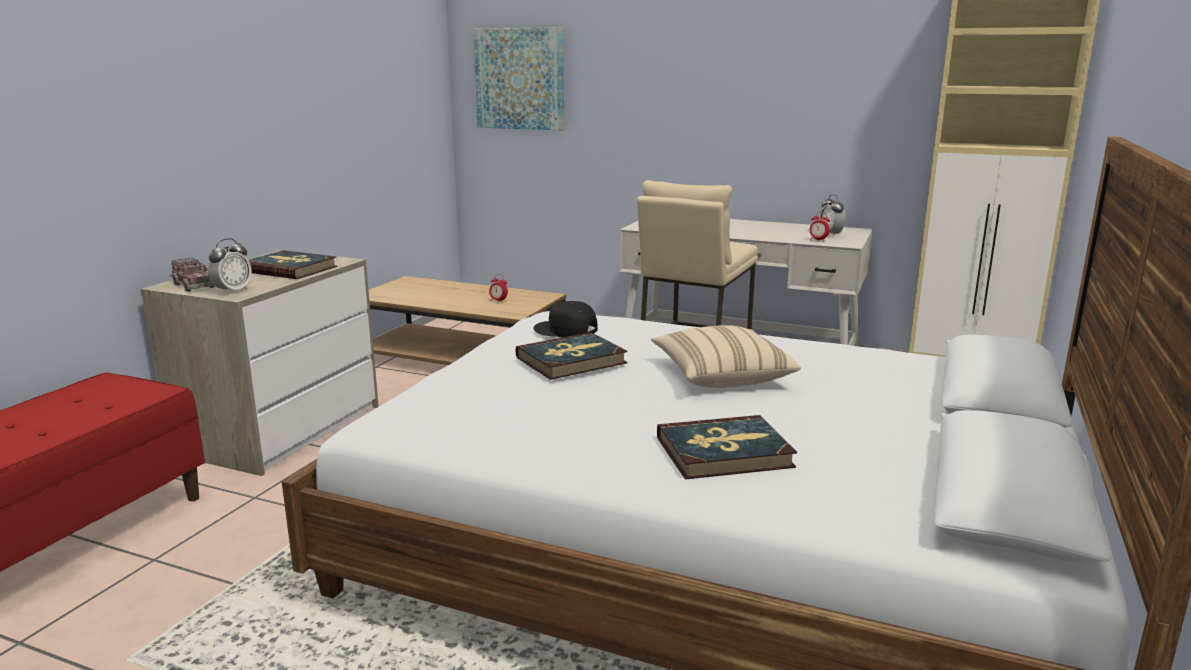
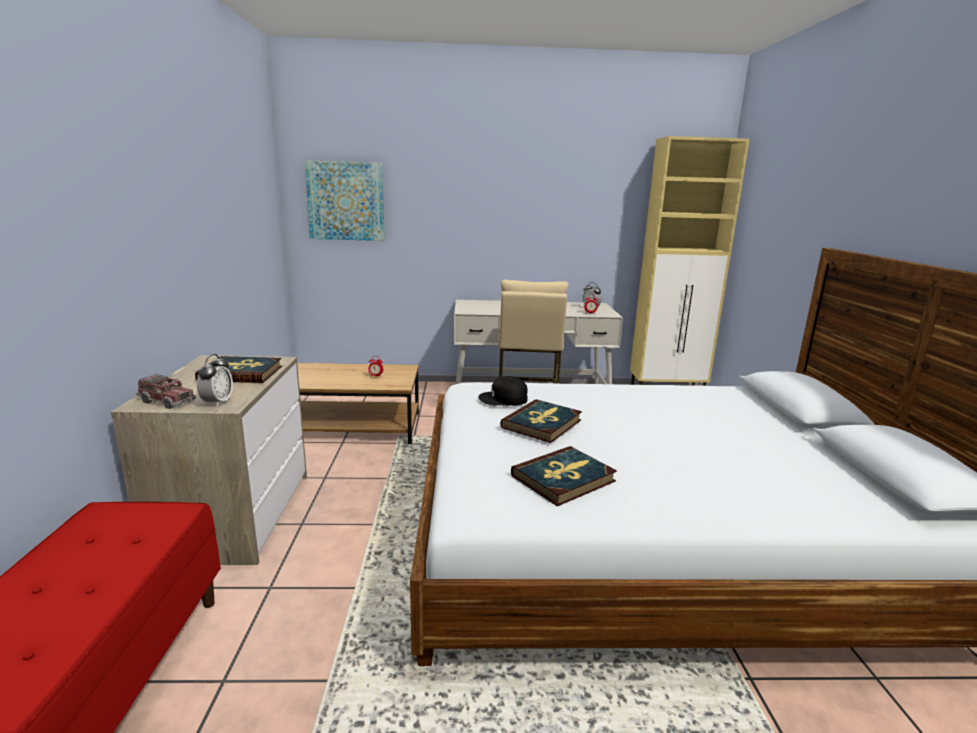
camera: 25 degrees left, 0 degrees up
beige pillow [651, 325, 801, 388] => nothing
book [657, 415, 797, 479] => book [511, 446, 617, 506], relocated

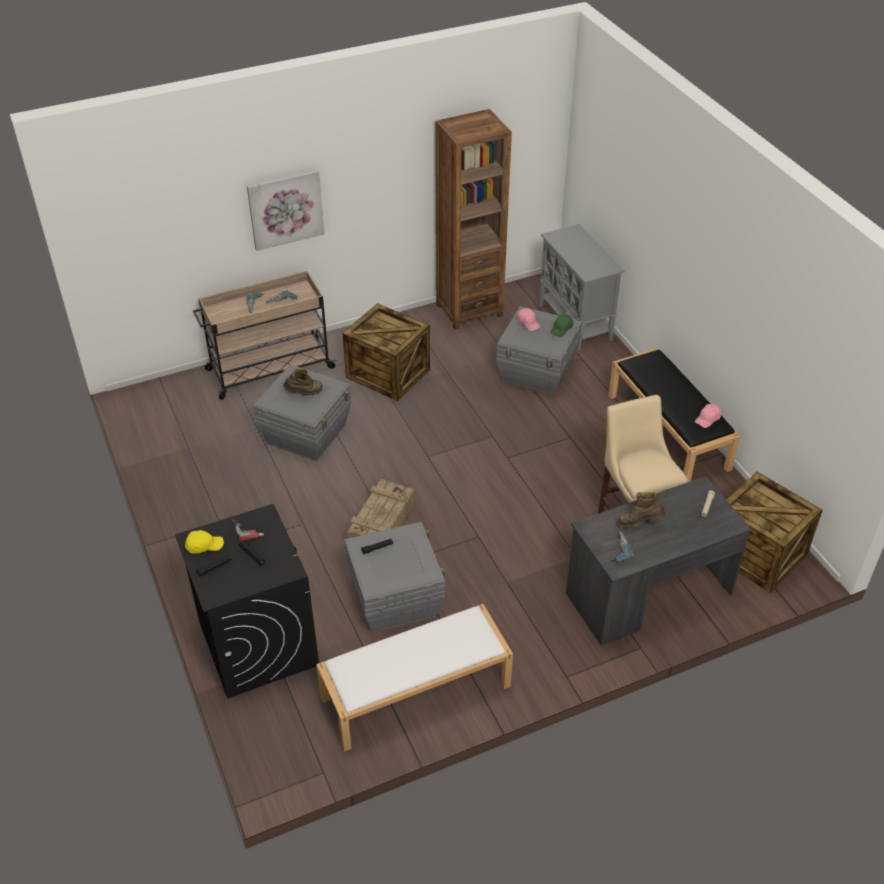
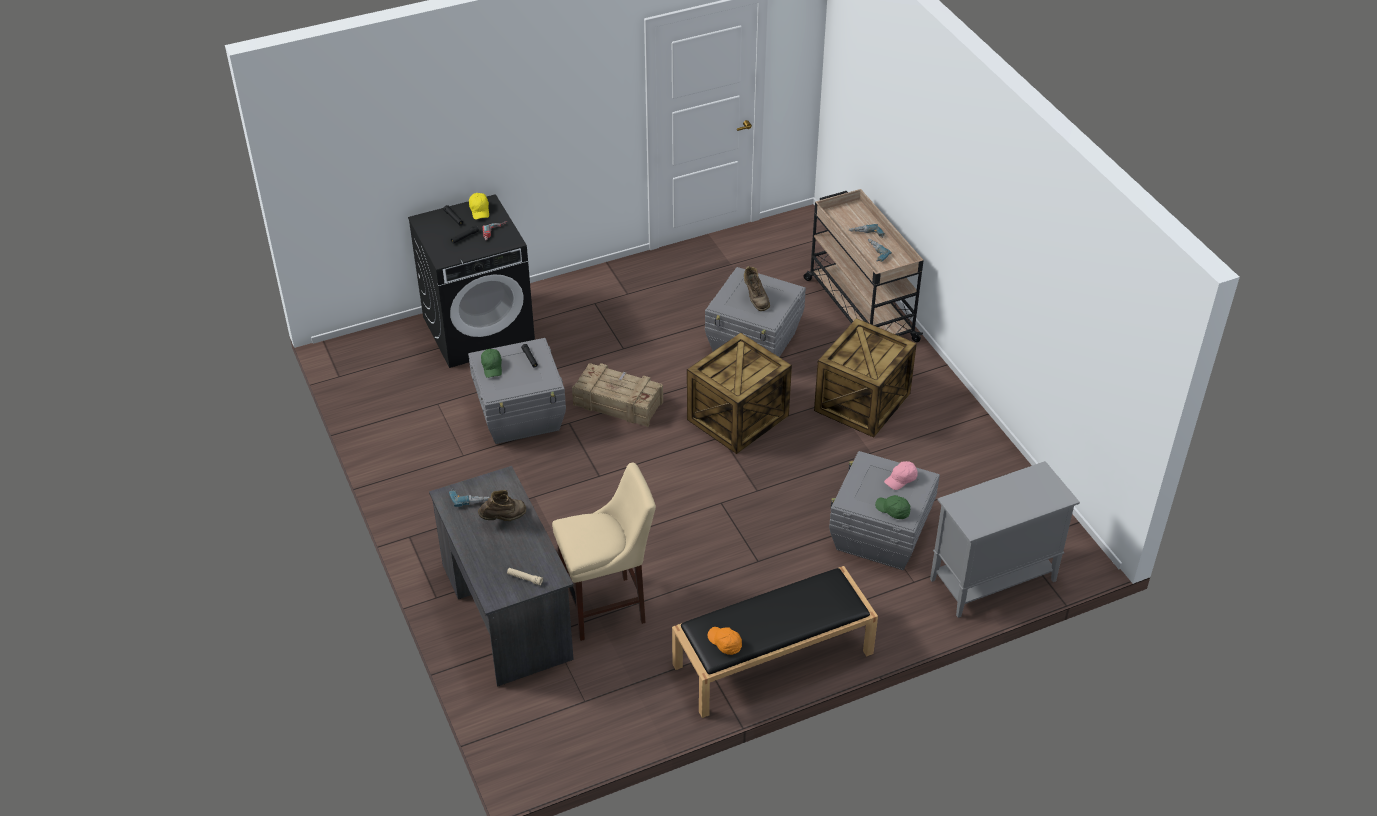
camera: 90 degrees right, 0 degrees up
brown bookcase [435, 109, 512, 330] => nothing
picture [247, 170, 324, 251] => nothing
pink cap [694, 404, 722, 428] => orange cap [708, 627, 742, 655]
crate [726, 472, 823, 592] => crate [687, 333, 792, 454], relocated
brown boot [617, 492, 665, 528] => brown boot [478, 490, 527, 521], 60 degrees clockwise
white bench [316, 604, 513, 752] => nothing
nothing => green cap [481, 349, 502, 378]

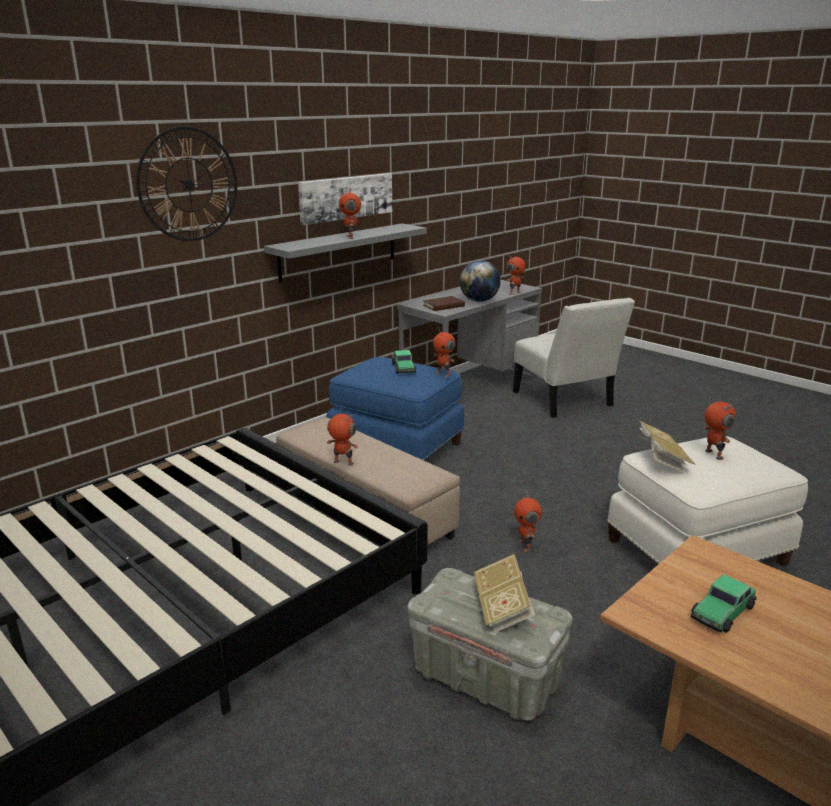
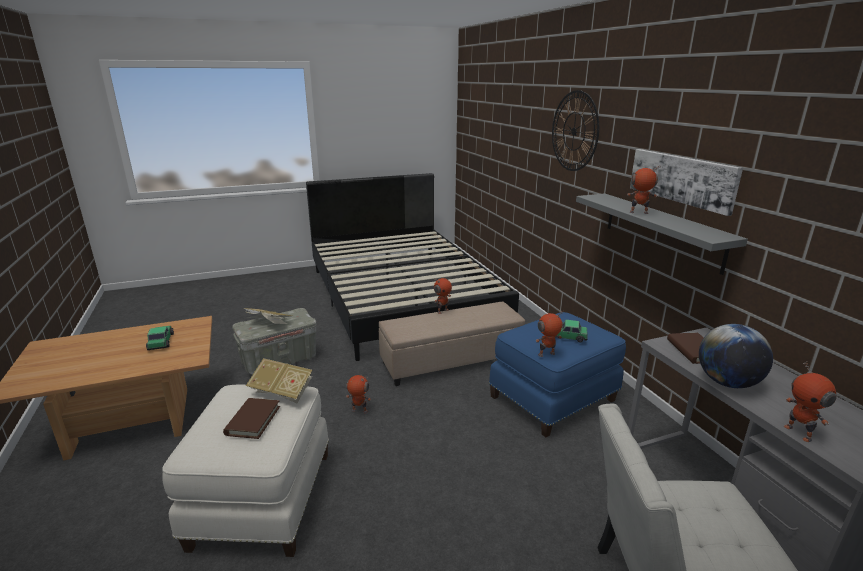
camera: 115 degrees right, 0 degrees up
toy robot [704, 402, 736, 460] => brown book [223, 398, 280, 439]

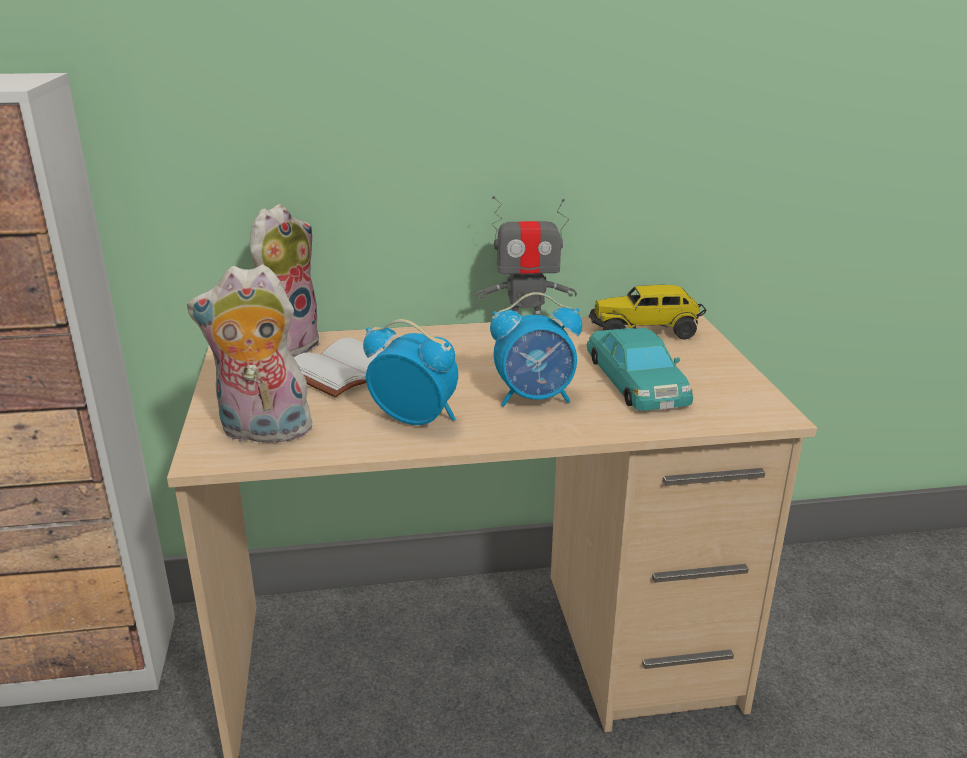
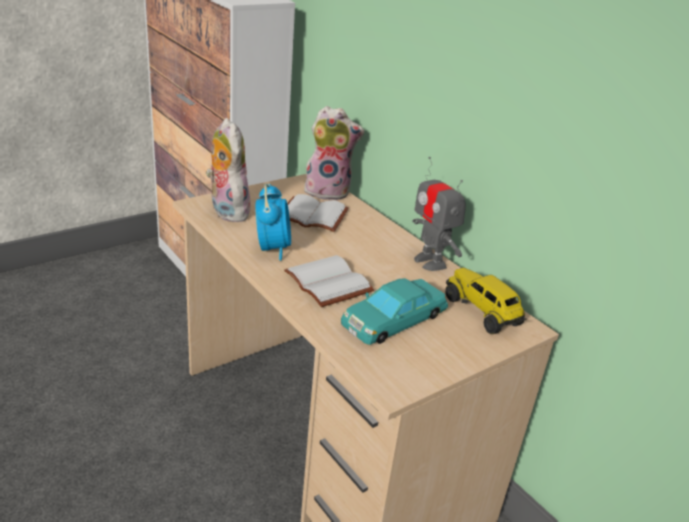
camera: 60 degrees right, 5 degrees up
alarm clock [490, 292, 582, 407] => white book [284, 255, 374, 307]

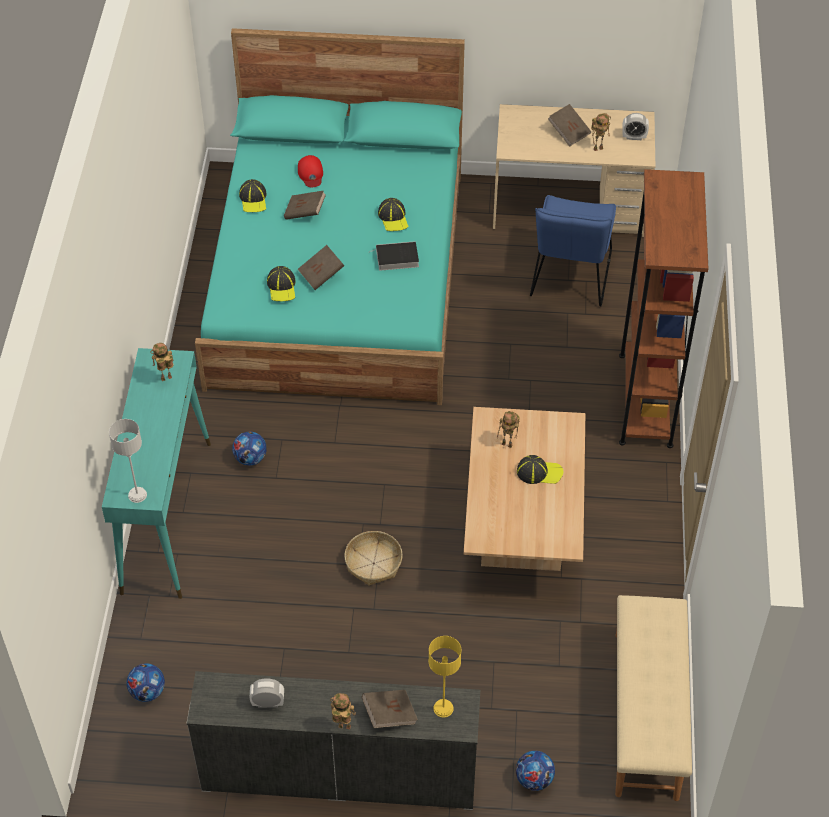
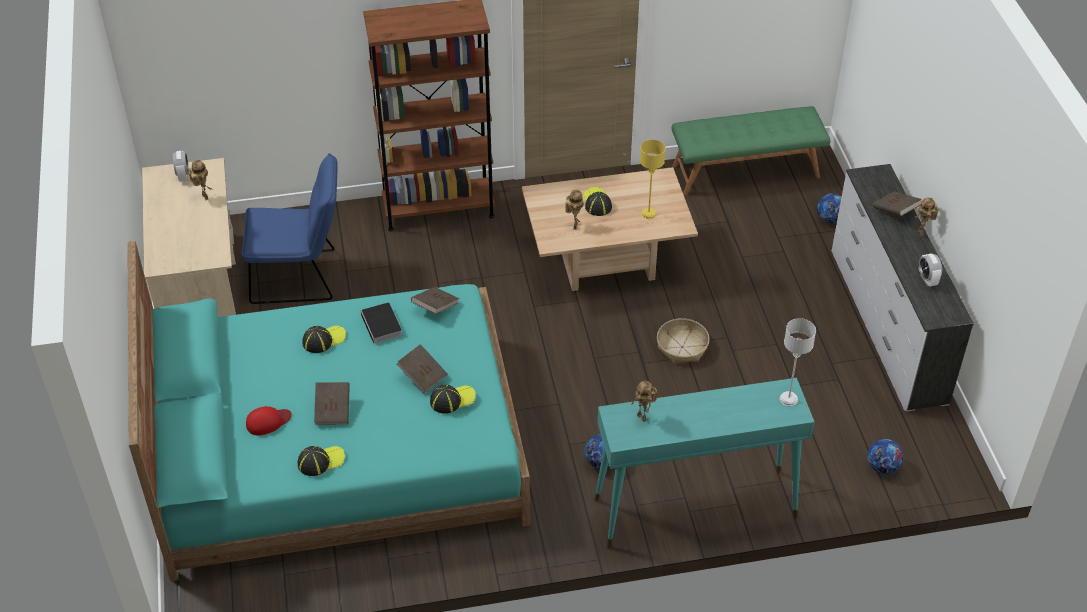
camera: 105 degrees left, 5 degrees down
brown book [548, 104, 591, 147] => brown book [411, 287, 459, 314], relocated
beige bench [615, 595, 692, 801] => green bench [672, 106, 831, 195]
yellow table lamp [429, 636, 461, 718] => yellow table lamp [640, 140, 666, 219], relocated

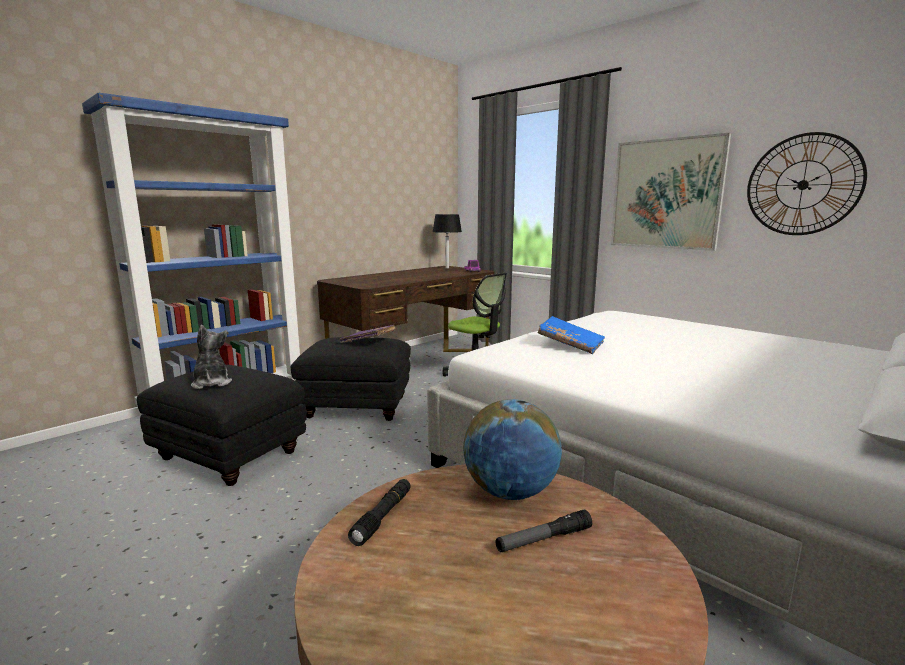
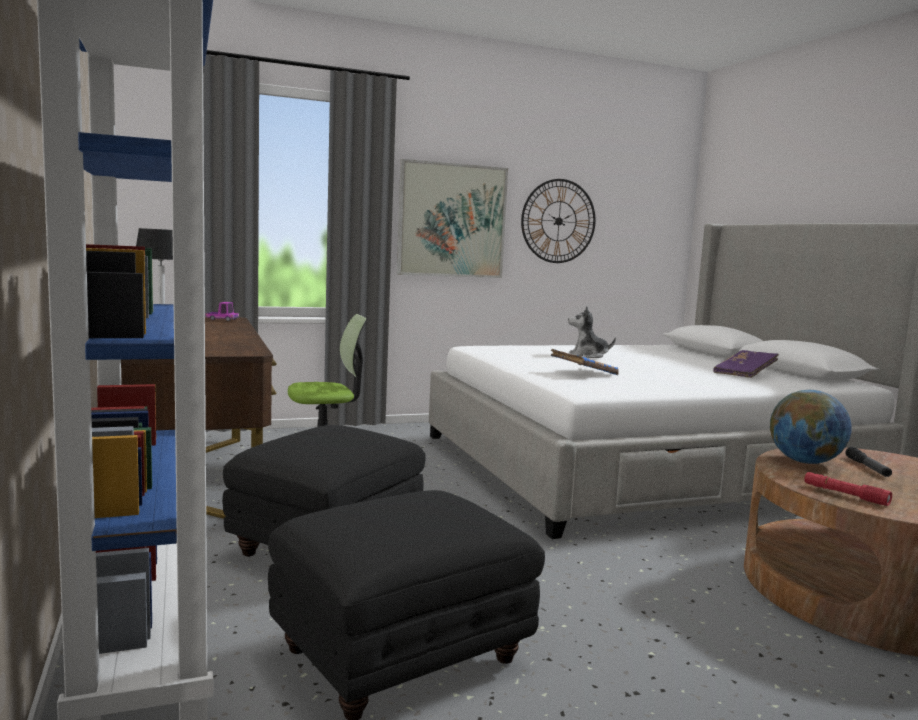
camera: 65 degrees left, 5 degrees down
plush toy [191, 325, 232, 389] => plush toy [568, 306, 616, 358], relocated
purple book [340, 325, 396, 343] => purple book [713, 350, 779, 378], relocated
black flashlight [348, 479, 411, 546] => red flashlight [804, 472, 892, 506]

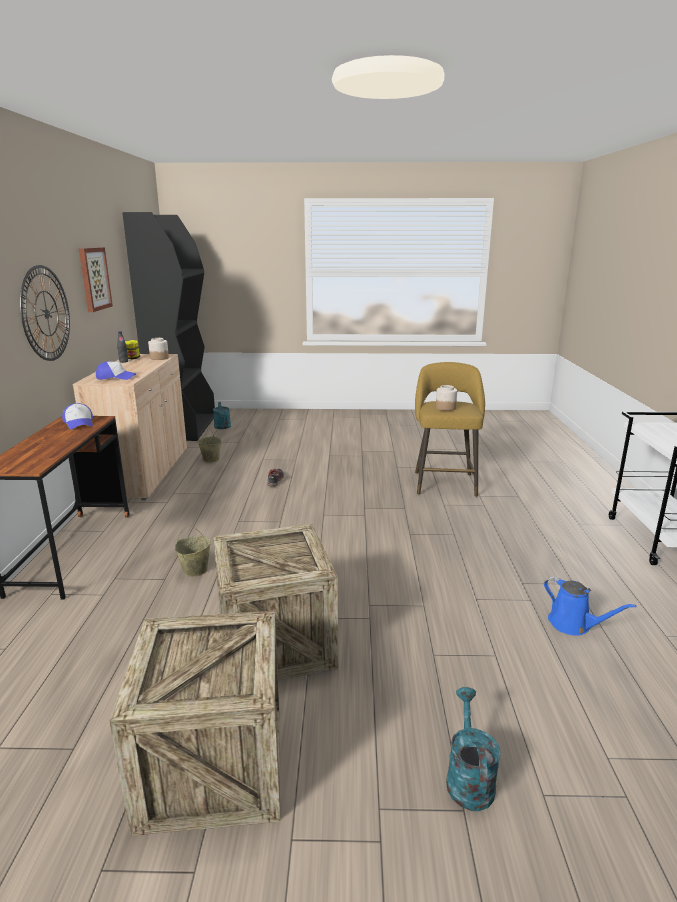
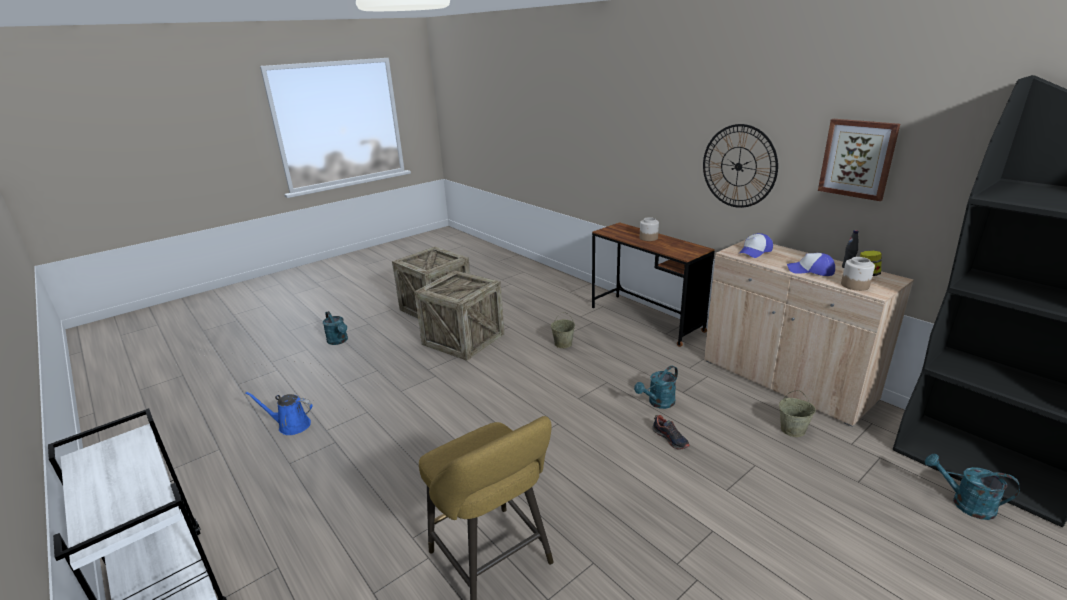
camera: 140 degrees right, 5 degrees up
jar [436, 385, 457, 411] => jar [640, 217, 659, 241], relocated
cap [62, 403, 93, 429] => cap [787, 253, 835, 276], relocated
nothing => turquoise watering can [634, 366, 678, 409]

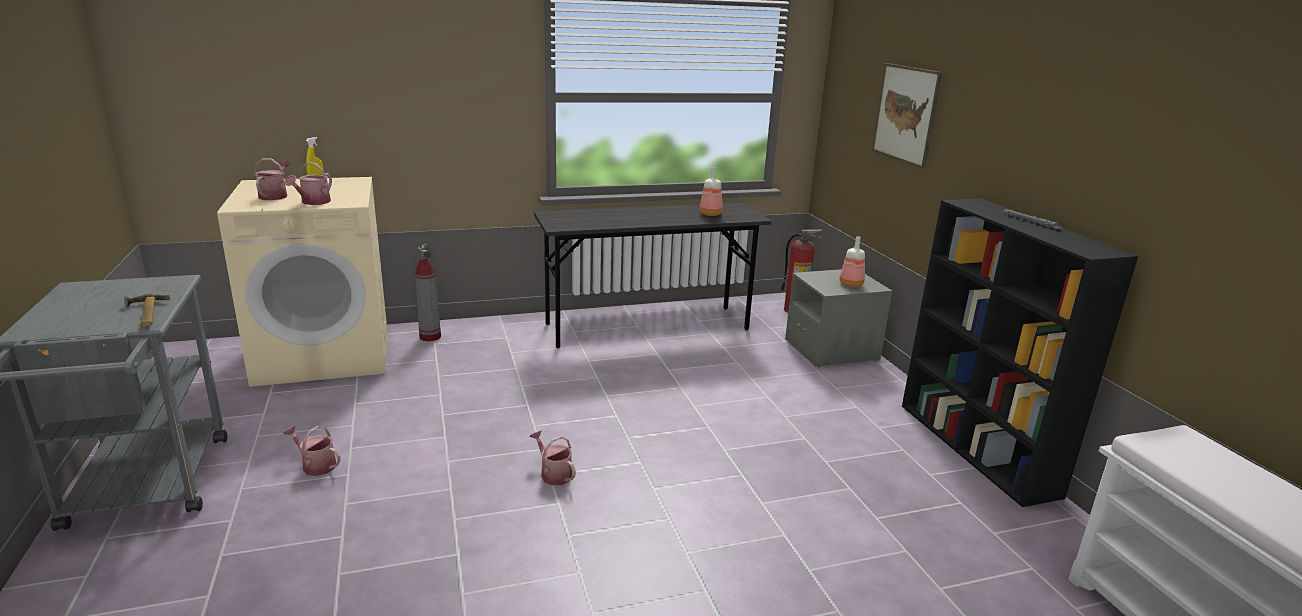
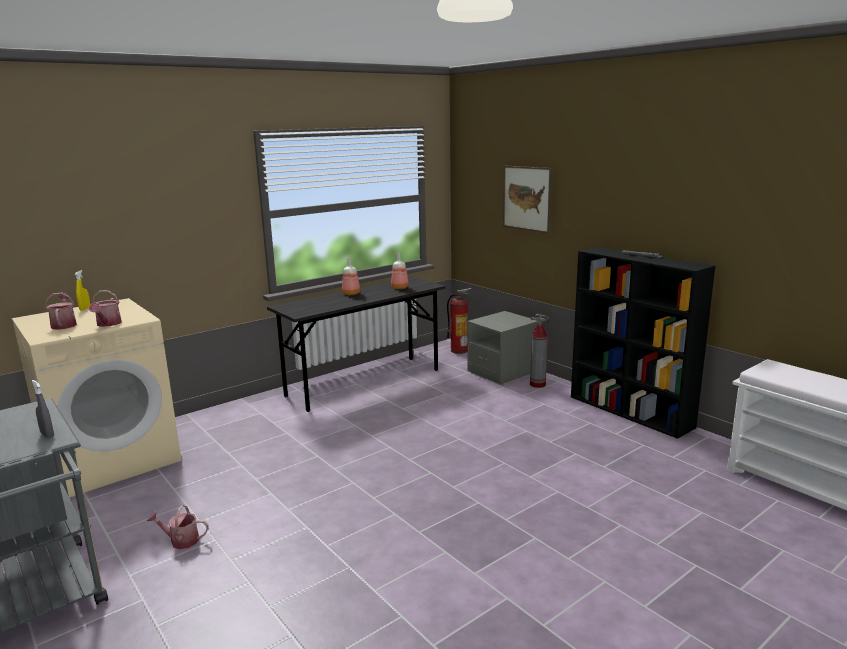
camera: 20 degrees left, 5 degrees down
bottle [840, 236, 865, 287] => bottle [342, 257, 360, 295], relocated
fire extinguisher [415, 243, 441, 341] => fire extinguisher [530, 314, 550, 388], relocated
hammer [124, 293, 170, 327] => grey spray bottle [32, 380, 54, 438]
watering can [530, 430, 576, 485] => nothing

